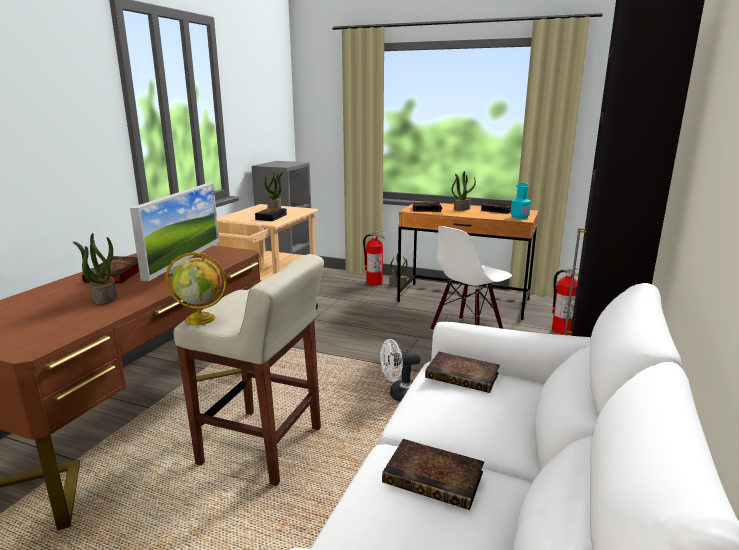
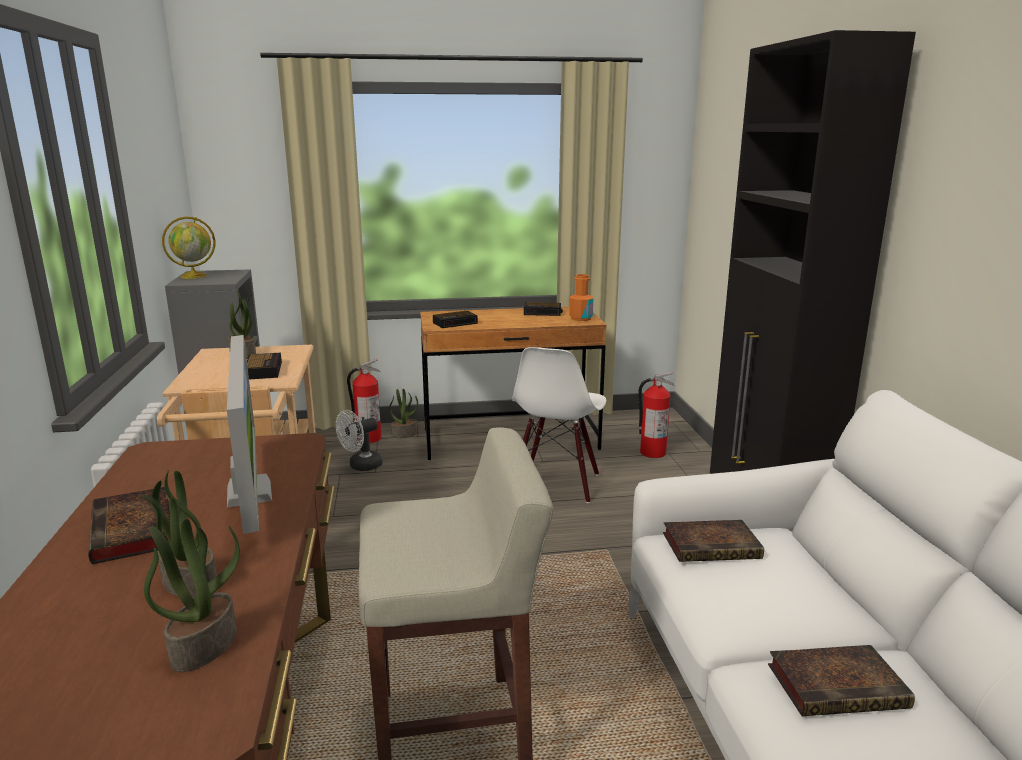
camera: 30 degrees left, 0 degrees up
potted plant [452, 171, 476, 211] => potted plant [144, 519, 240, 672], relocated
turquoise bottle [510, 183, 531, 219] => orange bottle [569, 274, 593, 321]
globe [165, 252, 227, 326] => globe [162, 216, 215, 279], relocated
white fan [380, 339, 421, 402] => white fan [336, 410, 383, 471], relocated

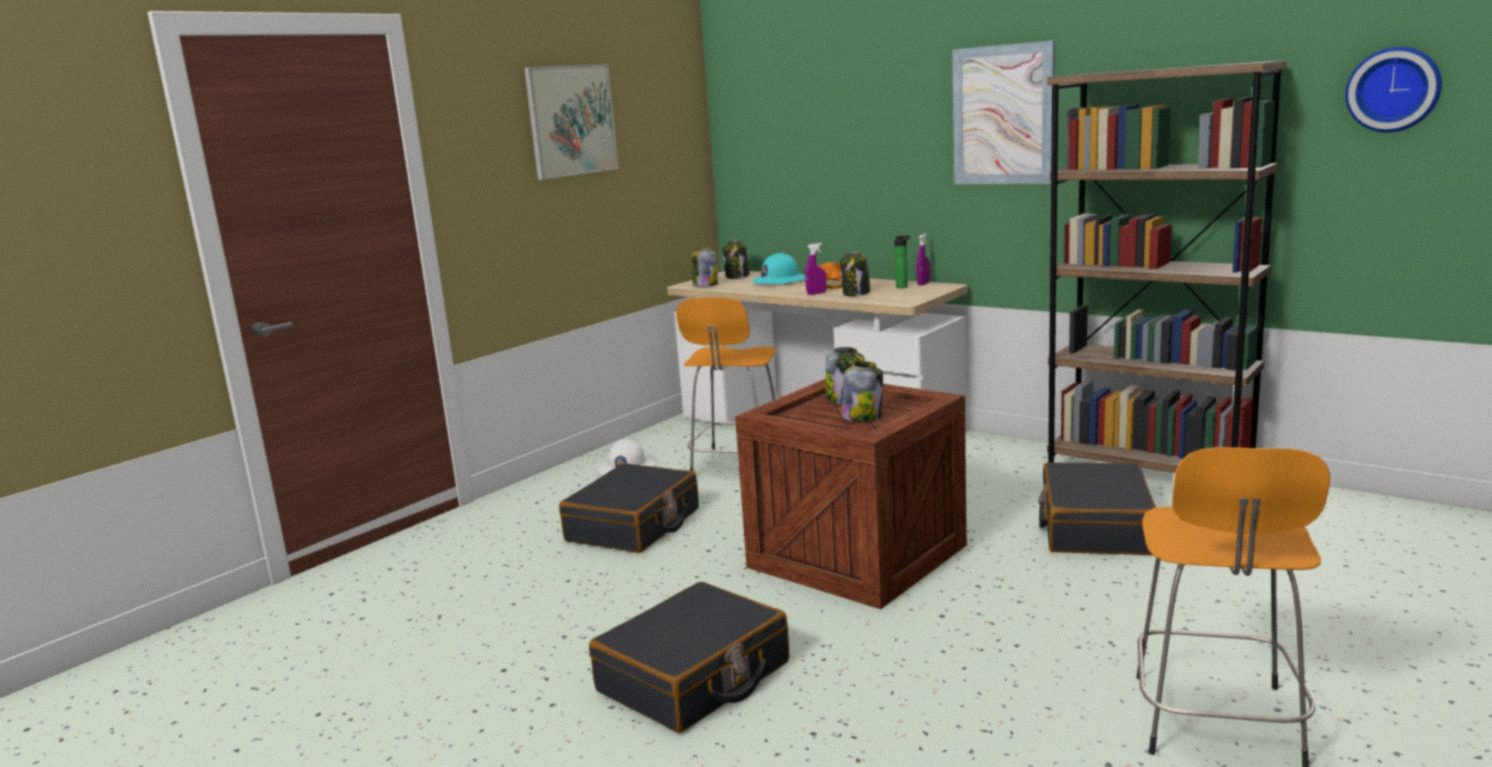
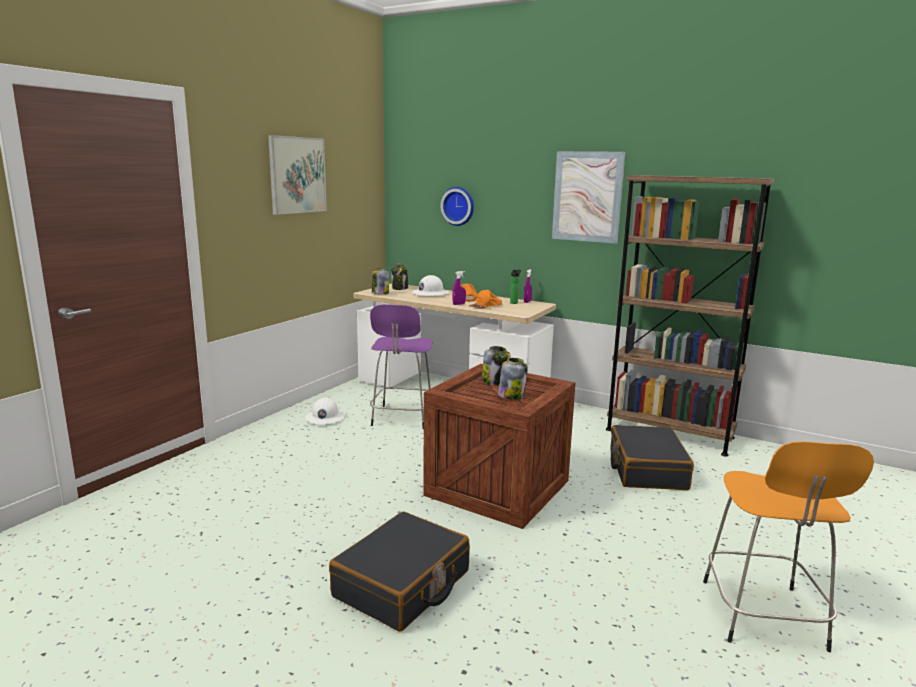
camera: 10 degrees left, 0 degrees up
wall clock [1345, 47, 1442, 133] => wall clock [440, 187, 474, 226], relocated
jar [840, 251, 870, 296] => orange cap [469, 290, 502, 309]
turquoise hard hat [752, 253, 805, 285] => white hard hat [412, 275, 449, 296]
orange stool [676, 298, 776, 471] => purple stool [370, 305, 433, 429]
black suitcase [559, 463, 699, 553] => nothing

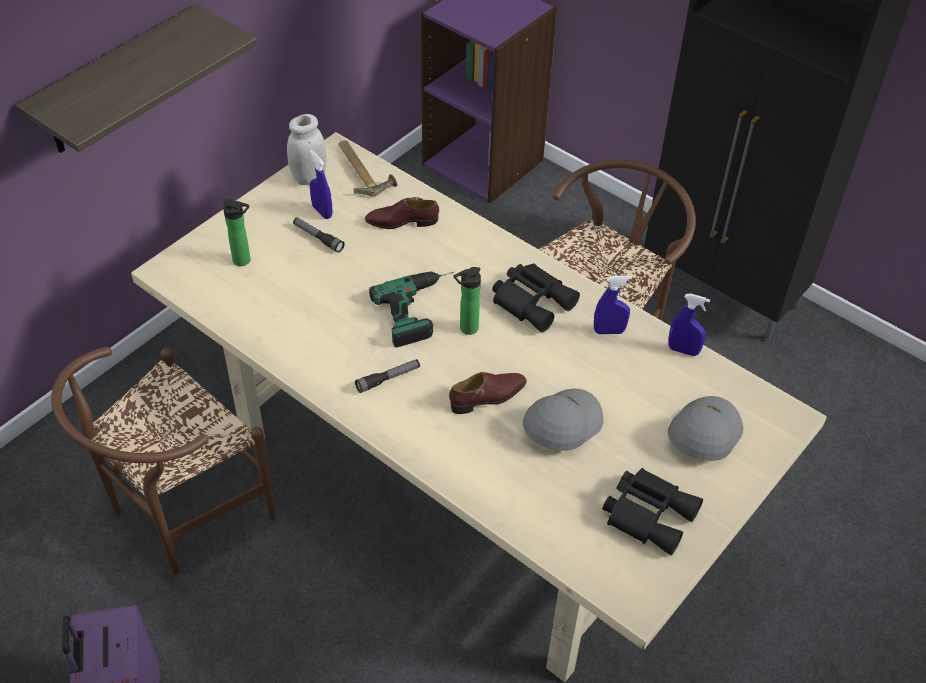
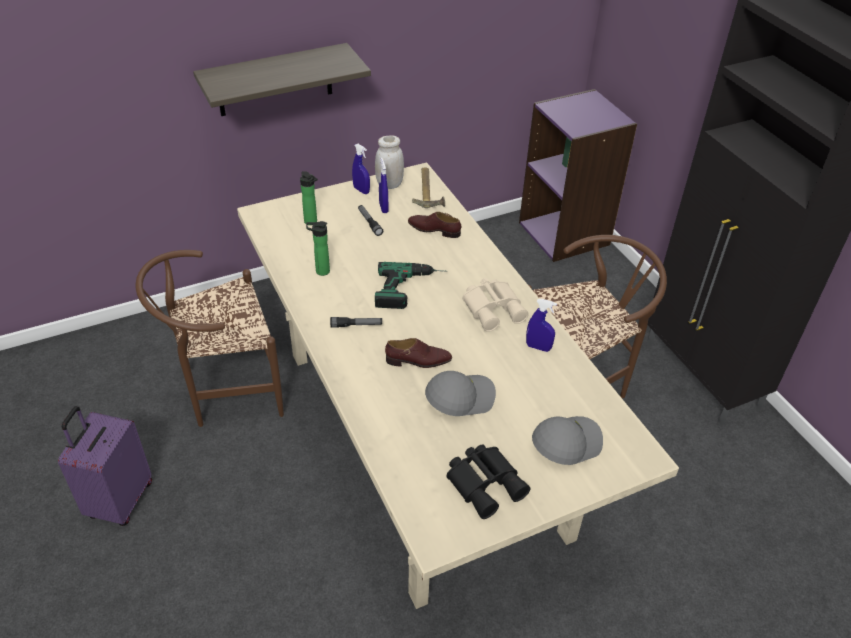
camera: 25 degrees right, 5 degrees down
black binoculars [492, 264, 580, 333] => beige binoculars [462, 278, 529, 332]
bottle [453, 267, 481, 335] => bottle [306, 221, 330, 276], relocated
blue spray bottle [668, 294, 710, 356] => blue spray bottle [352, 144, 370, 194], relocated

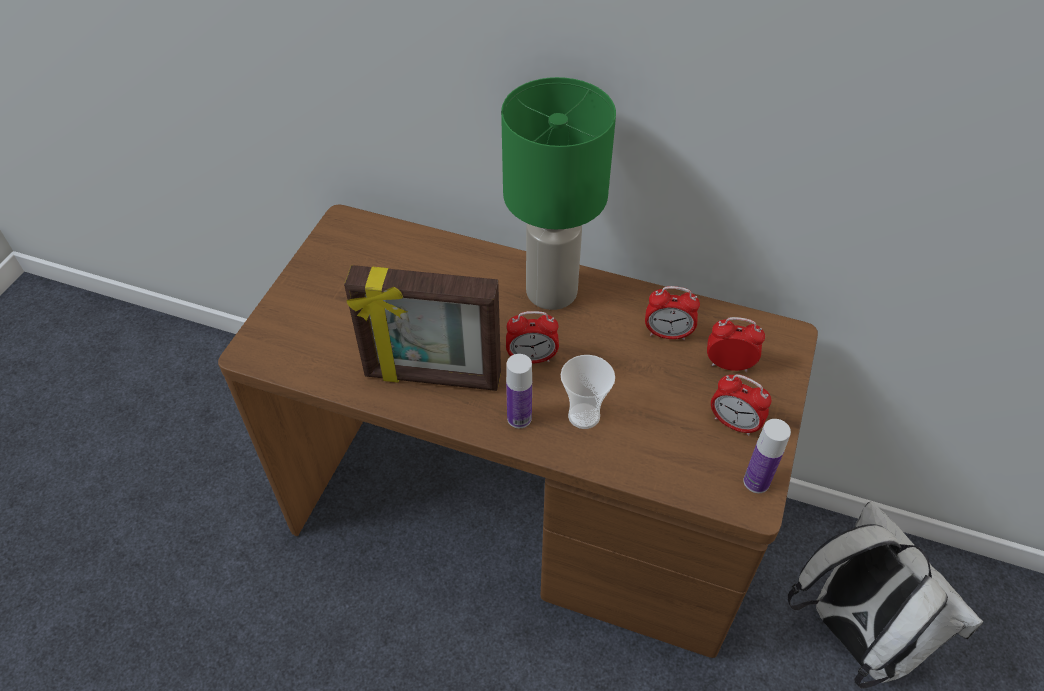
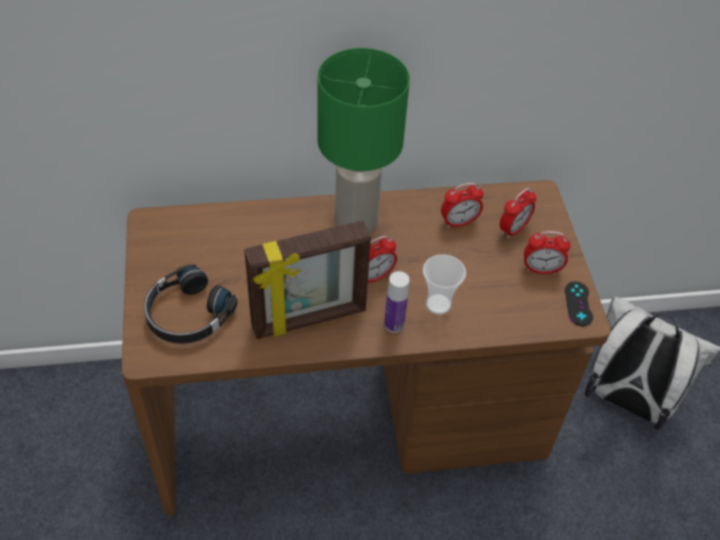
camera: 30 degrees left, 0 degrees up
alarm clock [707, 317, 765, 372] => alarm clock [500, 187, 537, 239], 150 degrees clockwise
bottle [743, 419, 791, 493] => black game controller [565, 281, 593, 326]
nothing => black headphones [144, 264, 237, 344]

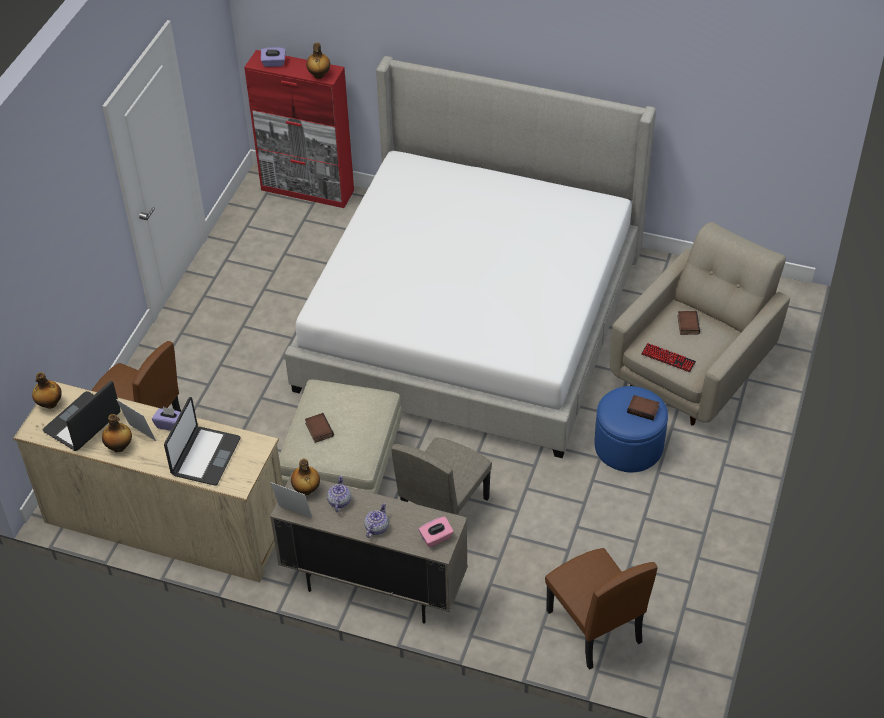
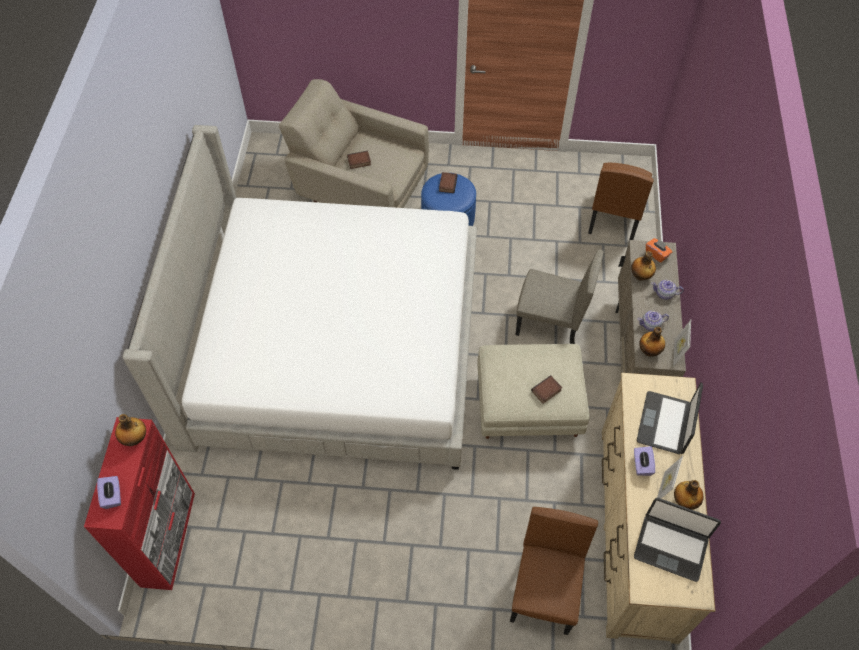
camera: 105 degrees left, 10 degrees up
keyboard [641, 343, 696, 372] => nothing
bottle [32, 372, 62, 409] => bottle [631, 251, 656, 280], relocated
laptop [164, 397, 240, 485] => laptop [637, 382, 703, 454], 75 degrees counterclockwise
pink tissue box [419, 516, 454, 547] => orange tissue box [646, 238, 673, 263]
brown chair [545, 548, 657, 670] => brown chair [588, 163, 654, 240], 150 degrees clockwise

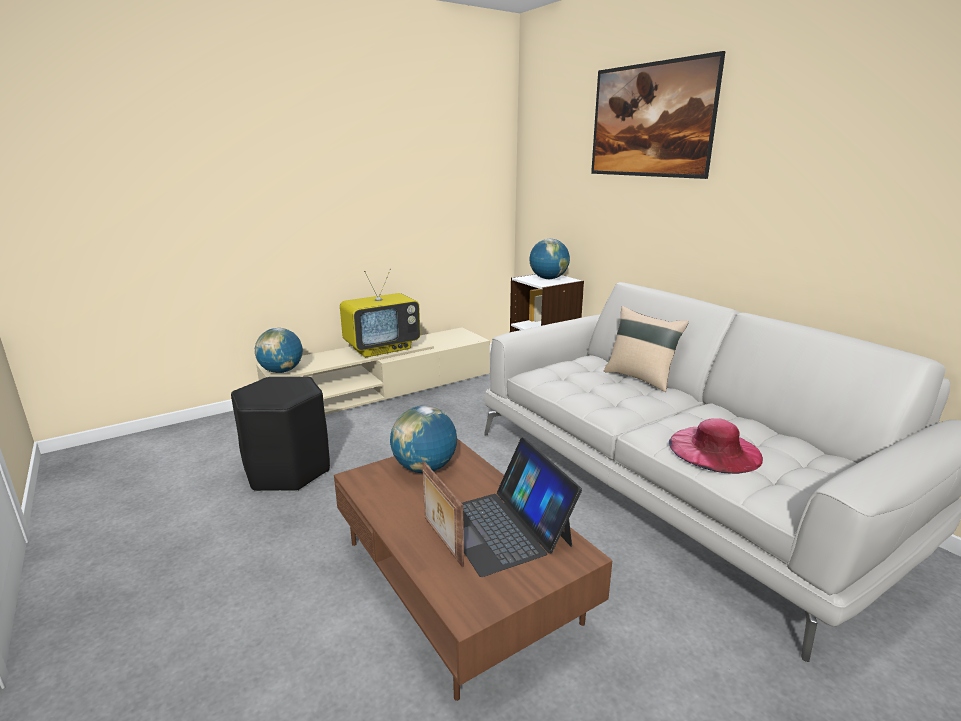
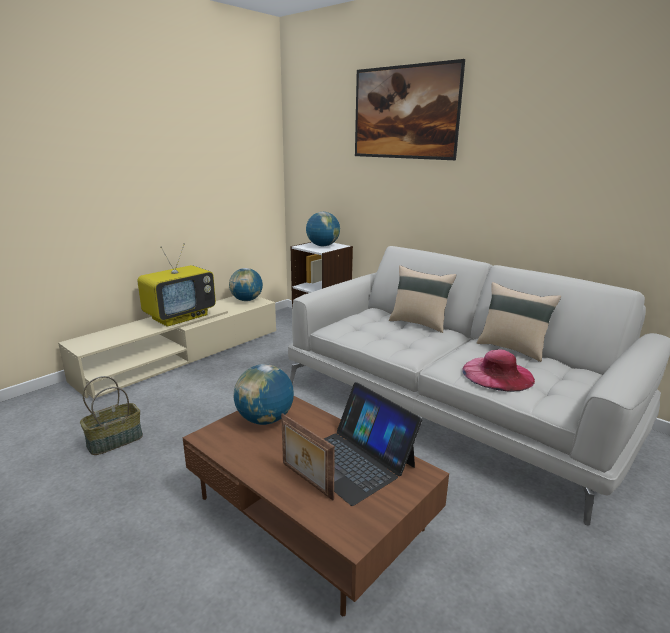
camera: 15 degrees left, 0 degrees up
globe [255, 328, 303, 373] => globe [229, 268, 263, 301], relocated
black stool [231, 377, 330, 492] => basket [80, 376, 143, 455]
nothing => beige pillow [476, 282, 561, 362]

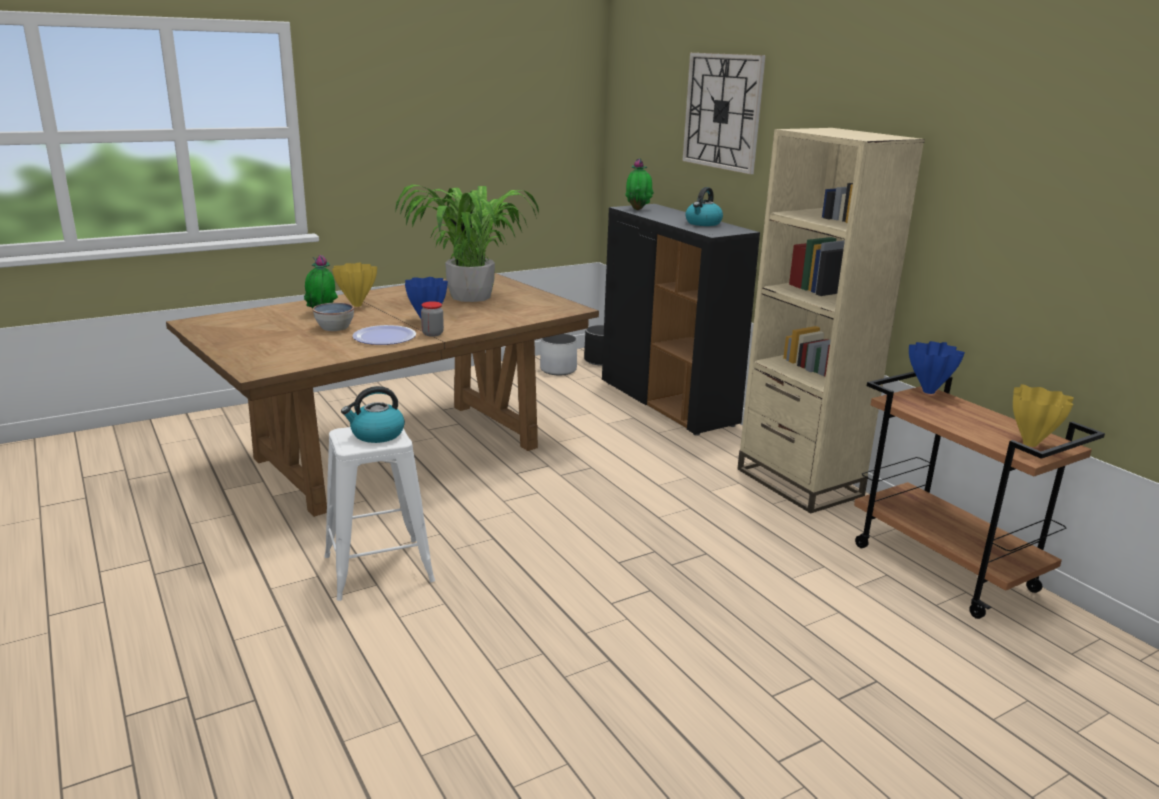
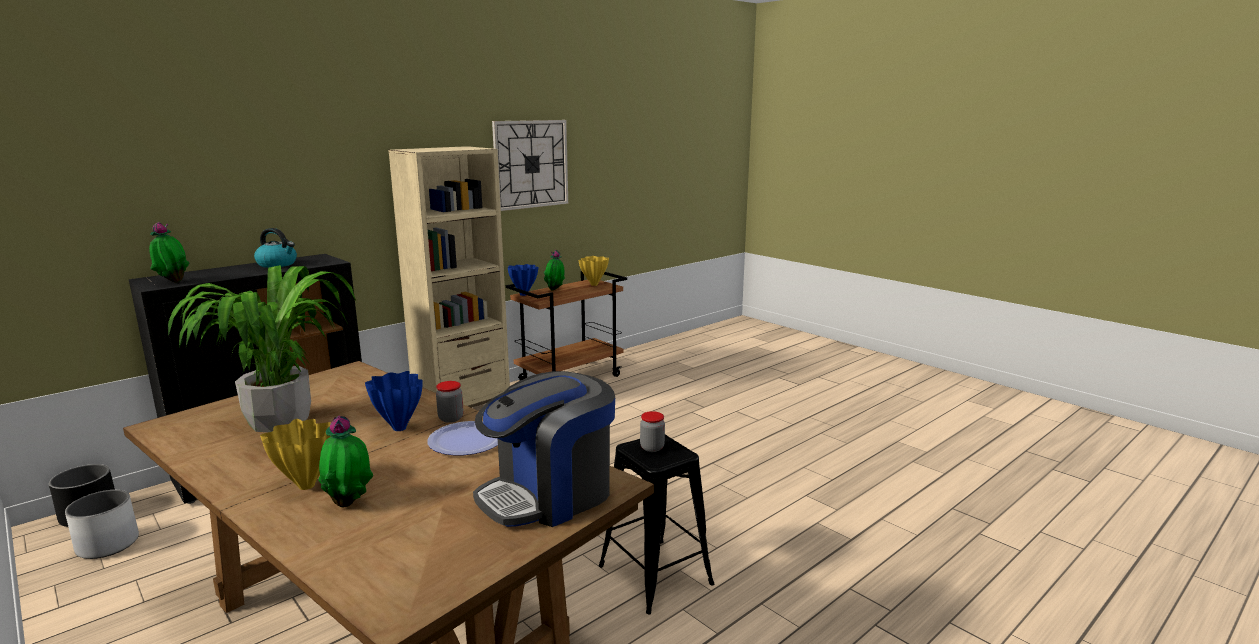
camera: 100 degrees left, 5 degrees down
wall clock [682, 53, 766, 174] => wall clock [492, 120, 568, 211], relocated
bowl [313, 302, 354, 331] => nothing
kettle [341, 386, 405, 443] => jar [640, 411, 665, 452]
white stool [324, 427, 435, 601] => black stool [599, 434, 714, 614]
nothing => potted plant [544, 250, 565, 290]
nothing => coffee machine [473, 371, 615, 527]

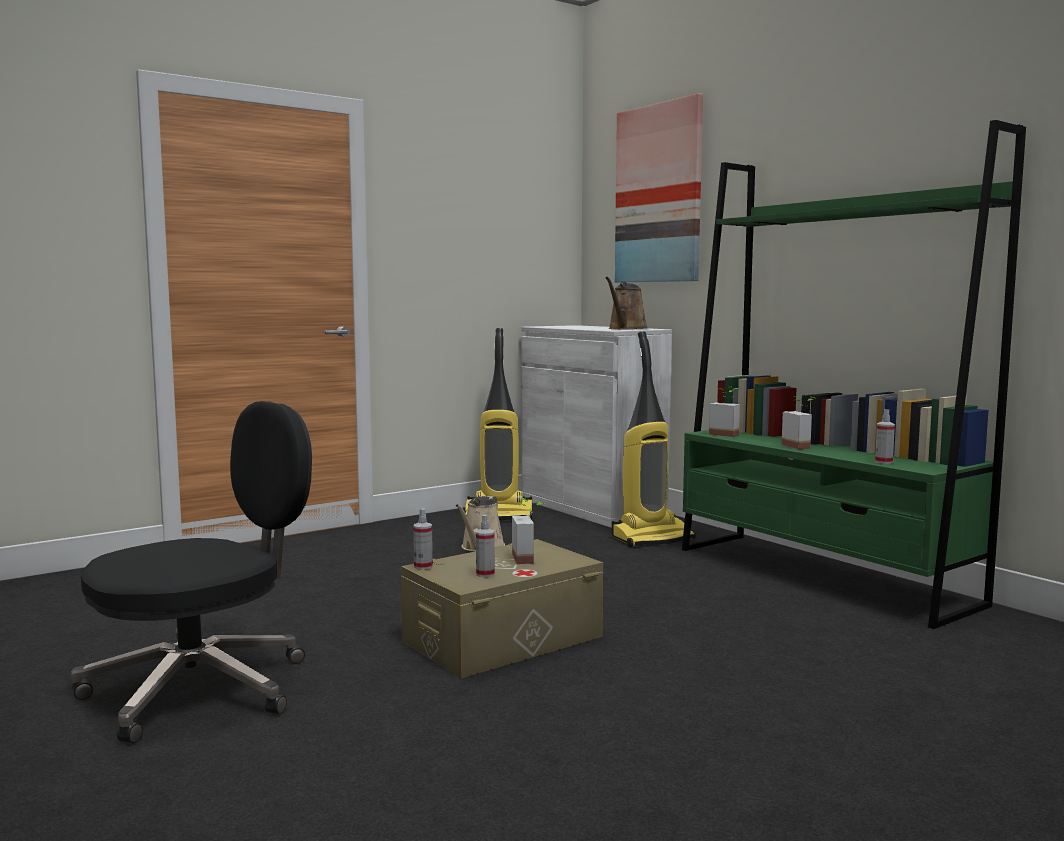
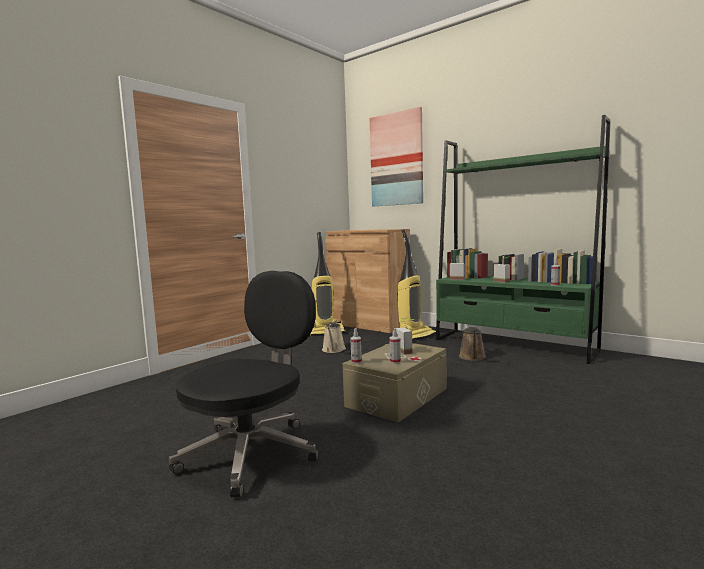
camera: 15 degrees left, 0 degrees up
brown watering can [605, 276, 648, 330] => brown watering can [459, 326, 486, 361], relocated
white cabinet [521, 325, 672, 528] => brown cabinet [325, 229, 410, 333]

